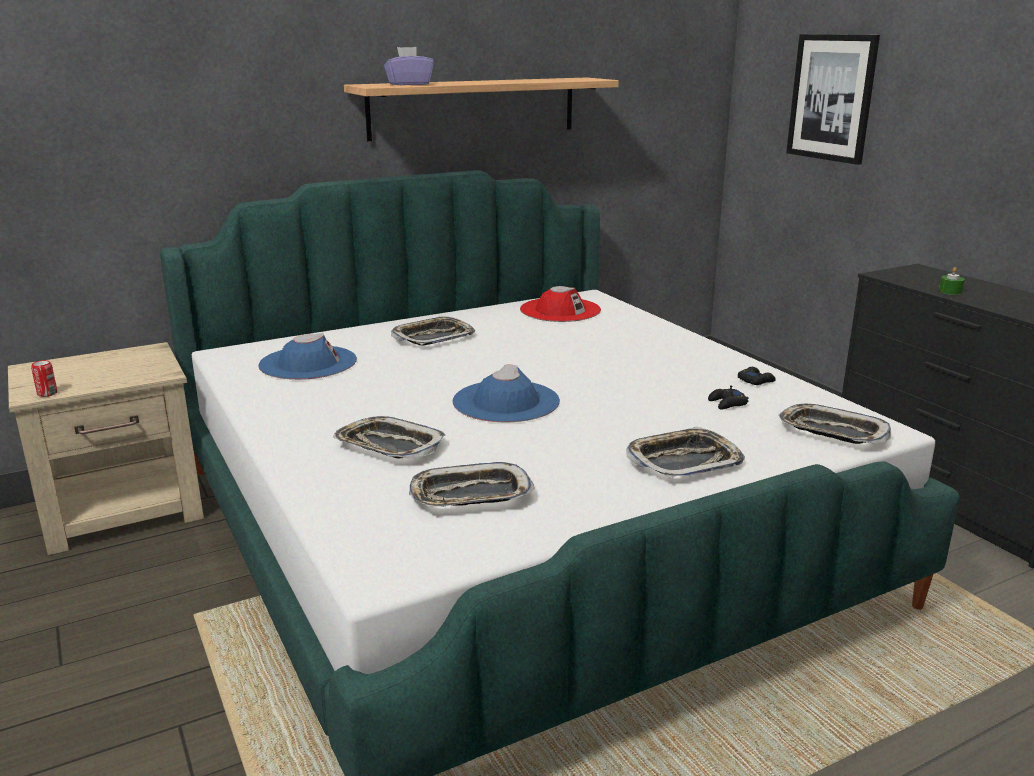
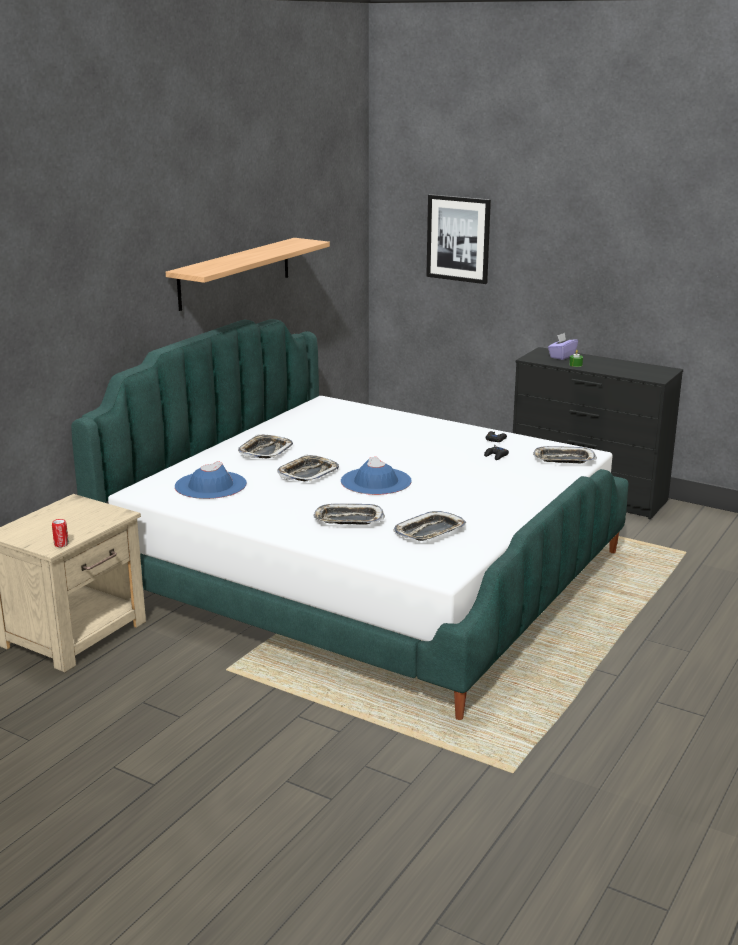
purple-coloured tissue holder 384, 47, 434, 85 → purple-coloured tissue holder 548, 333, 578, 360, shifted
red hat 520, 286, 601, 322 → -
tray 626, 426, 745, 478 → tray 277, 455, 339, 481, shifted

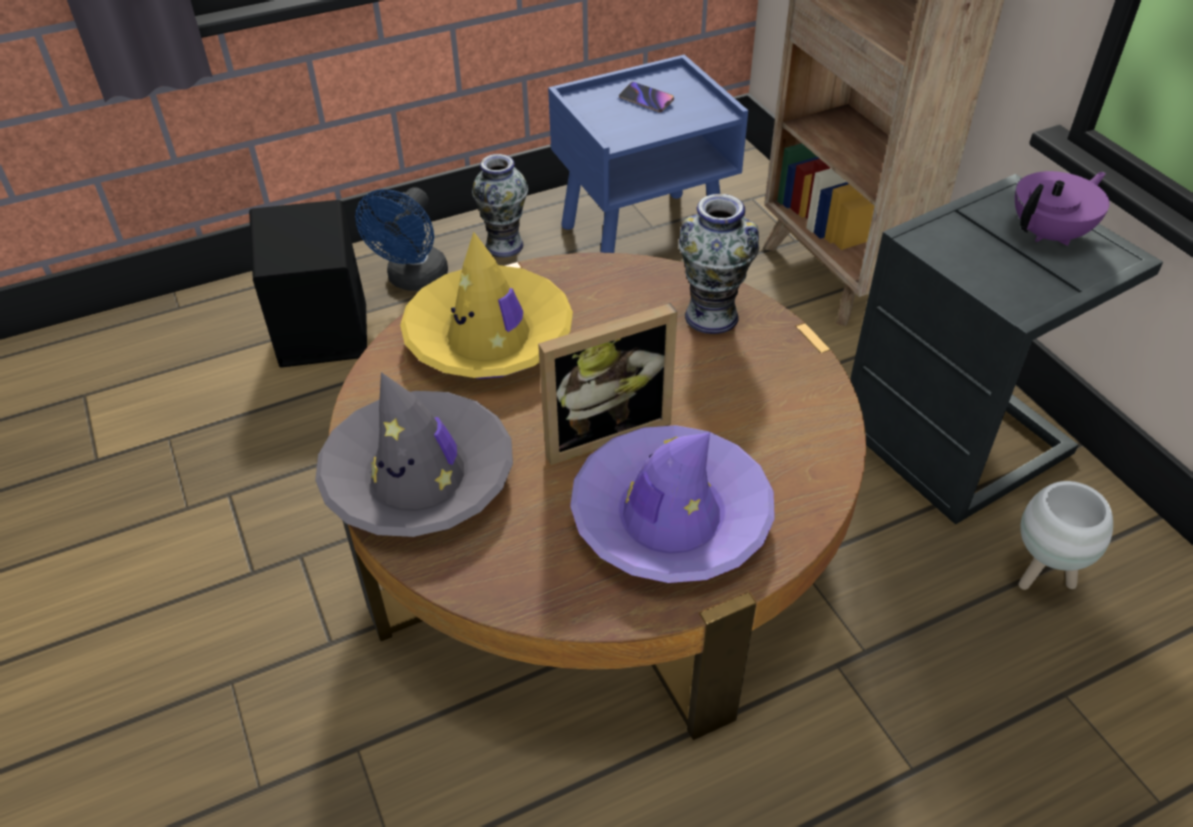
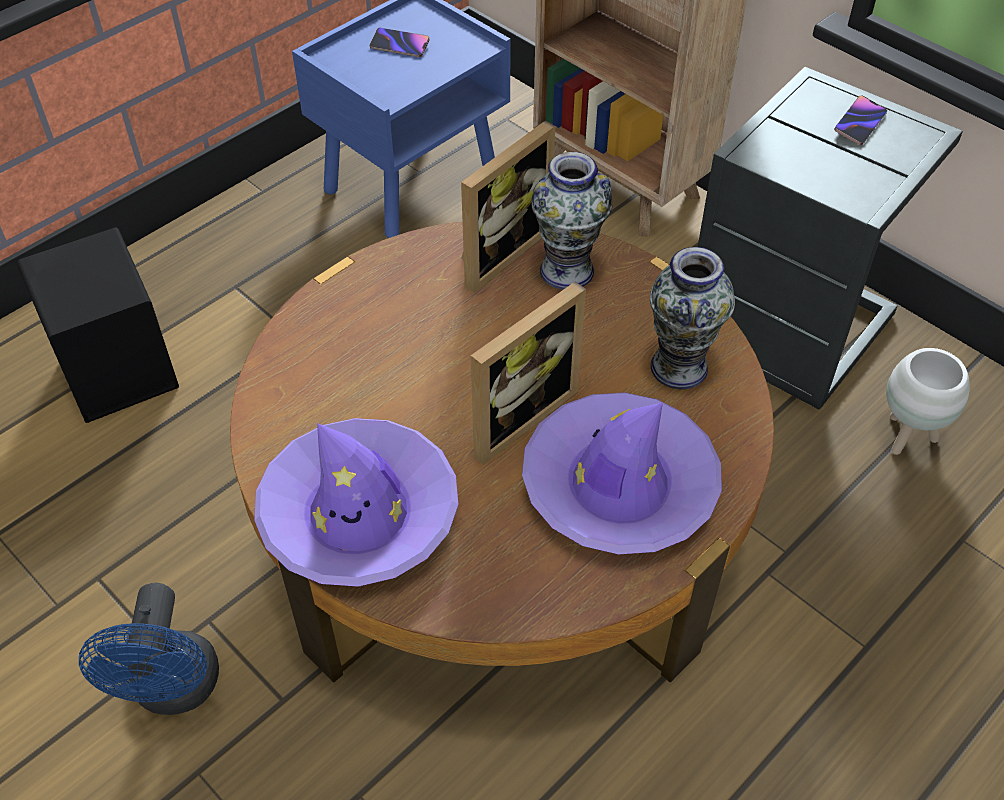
decorative vase 472, 154, 528, 257 → decorative vase 650, 247, 735, 389, shifted
purple-coloured teapot 1015, 171, 1110, 246 → handset 834, 96, 887, 146
blue fan 355, 187, 448, 291 → blue fan 79, 583, 219, 715, shifted
yellow-coloured hat 400, 232, 573, 379 → -
gray hat 315, 372, 513, 537 → purple-coloured hat 254, 418, 458, 587
- → standing frame 461, 121, 555, 293

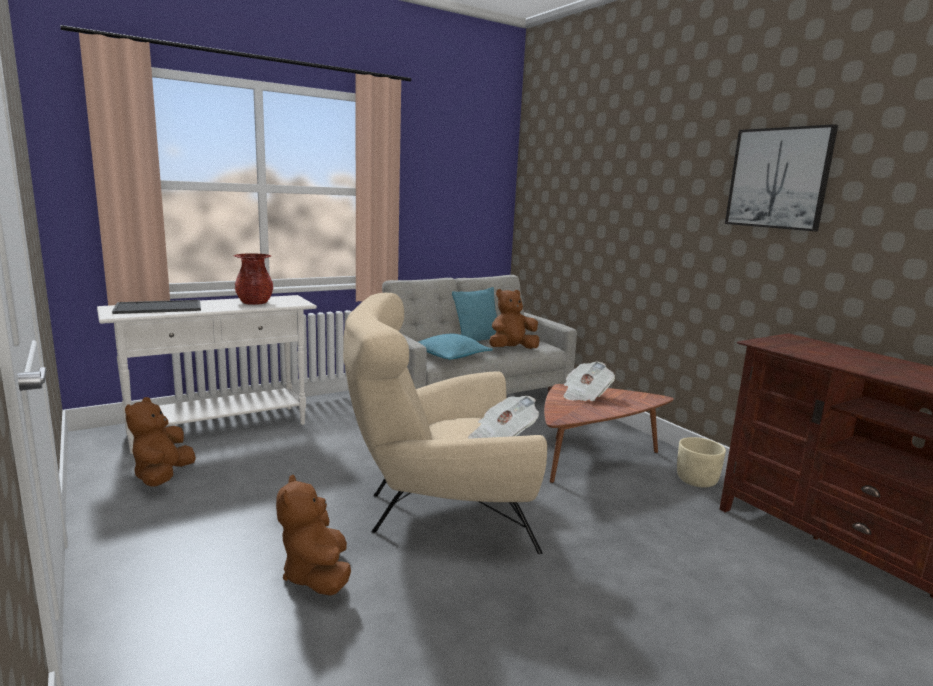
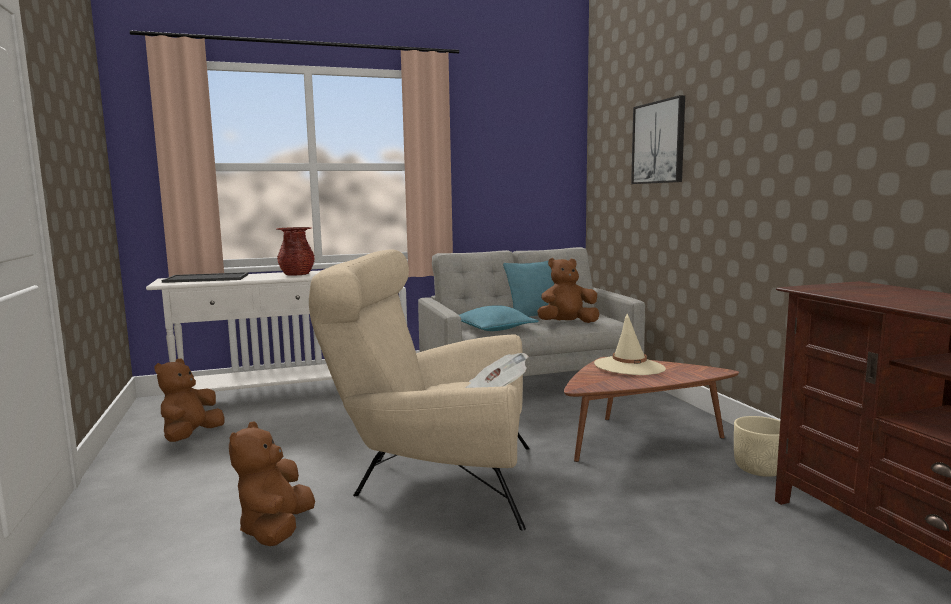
picture 725, 124, 838, 231 → picture 631, 95, 685, 184, shifted
printed paper 563, 362, 615, 401 → sand-coloured hat 594, 313, 666, 375

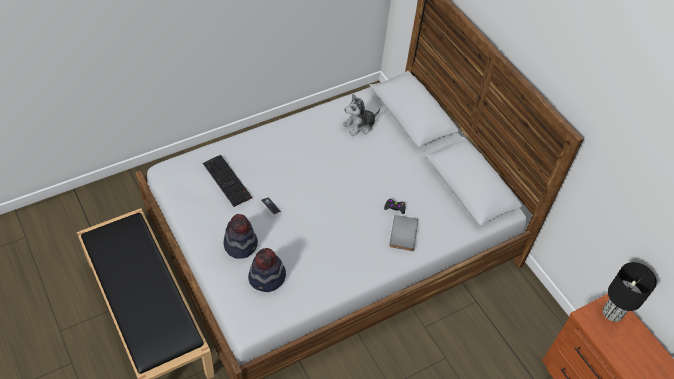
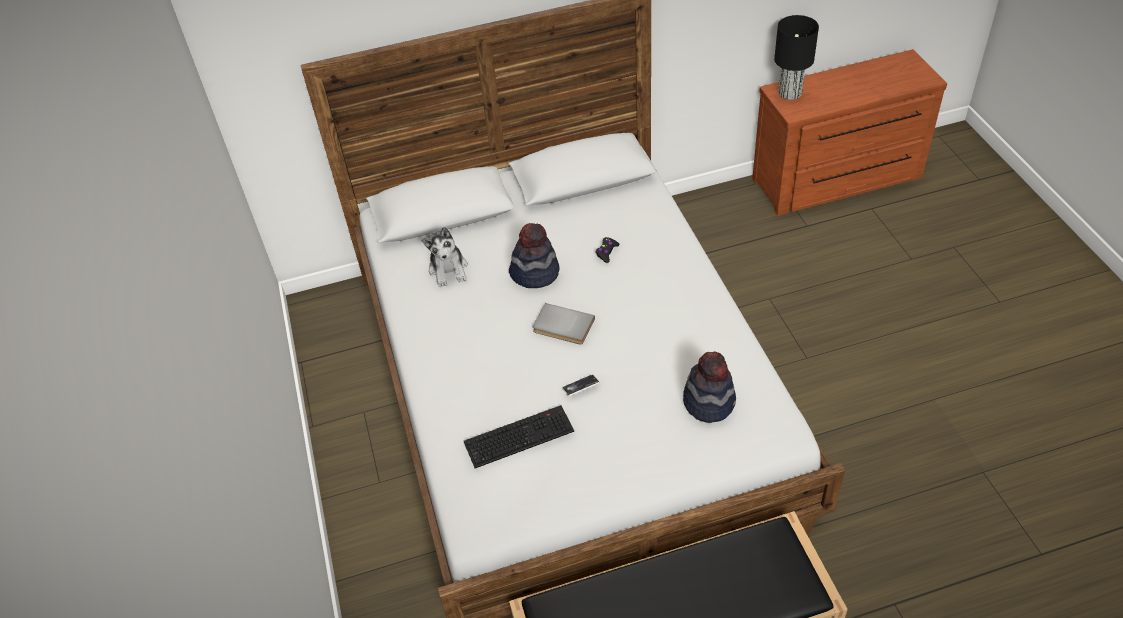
hat 223, 214, 258, 259 → hat 509, 223, 559, 288, shifted
gray volume 389, 215, 418, 251 → gray volume 533, 303, 595, 345, shifted

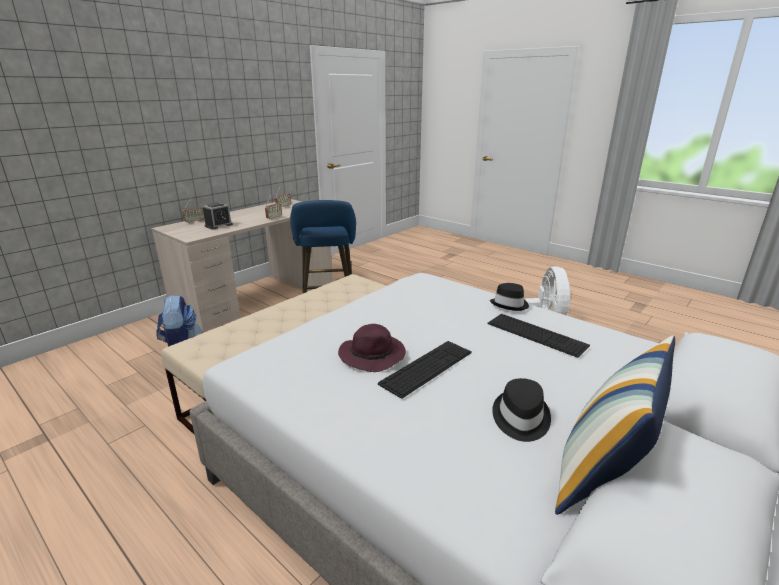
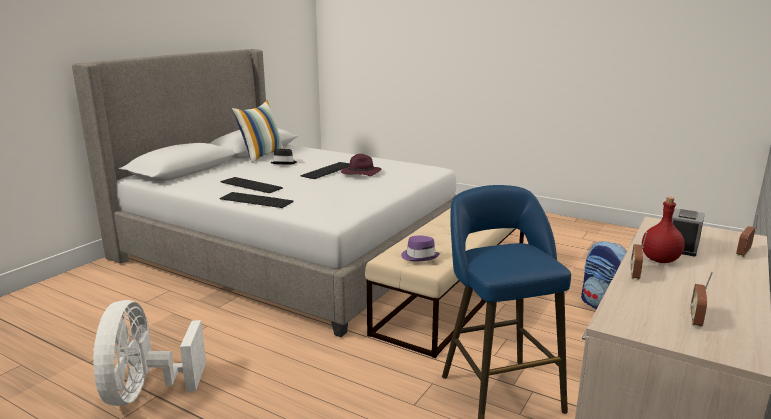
black hat 490, 283, 529, 311 → PC keyboard 220, 192, 294, 208
- → red bottle 642, 197, 685, 263
- → purple-coloured hat 401, 235, 440, 262

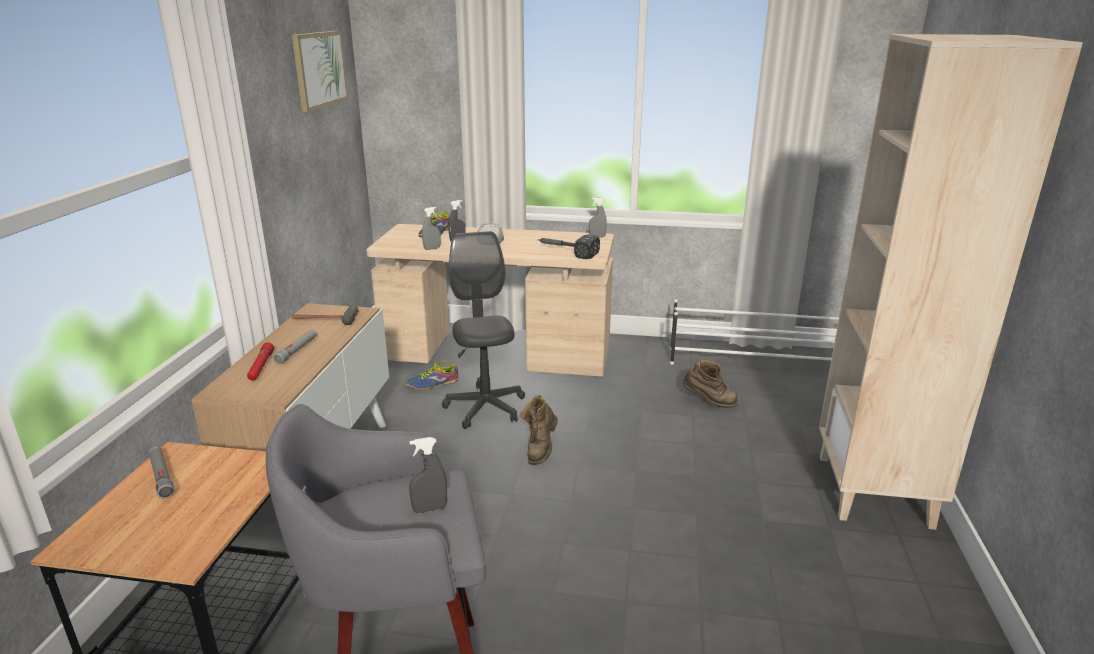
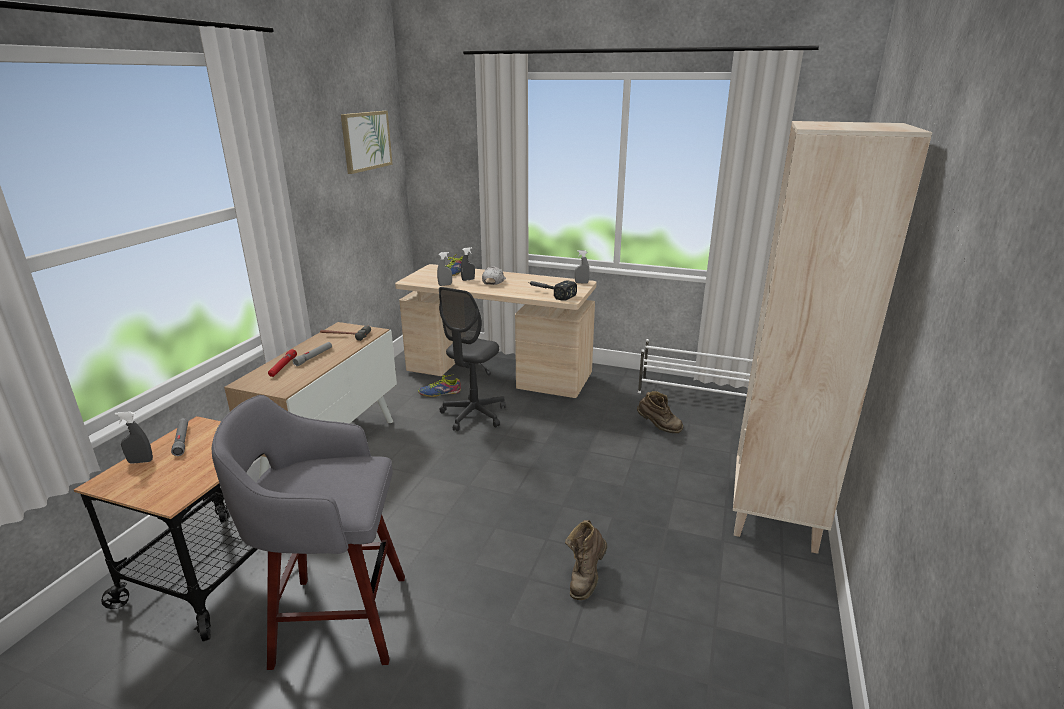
gray office chair 442, 231, 525, 429 → gray office chair 439, 287, 506, 431, 150 degrees counterclockwise
brownish boot 520, 395, 558, 465 → brownish boot 565, 520, 607, 600, shifted
gray spray bottle 409, 437, 447, 513 → gray spray bottle 114, 412, 153, 464, shifted

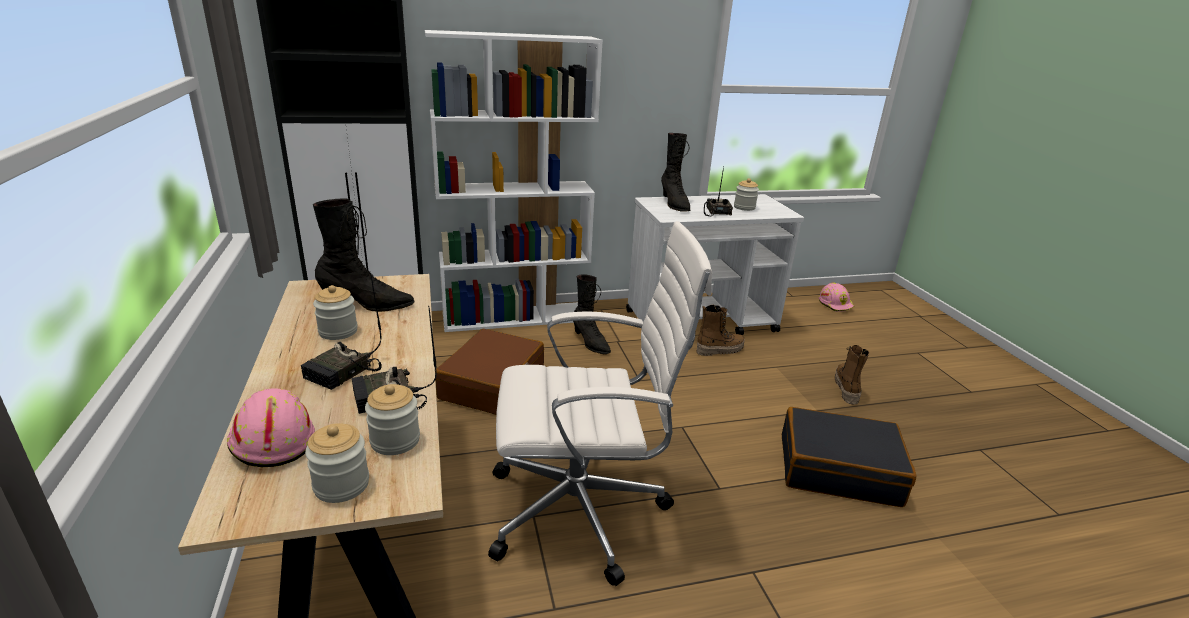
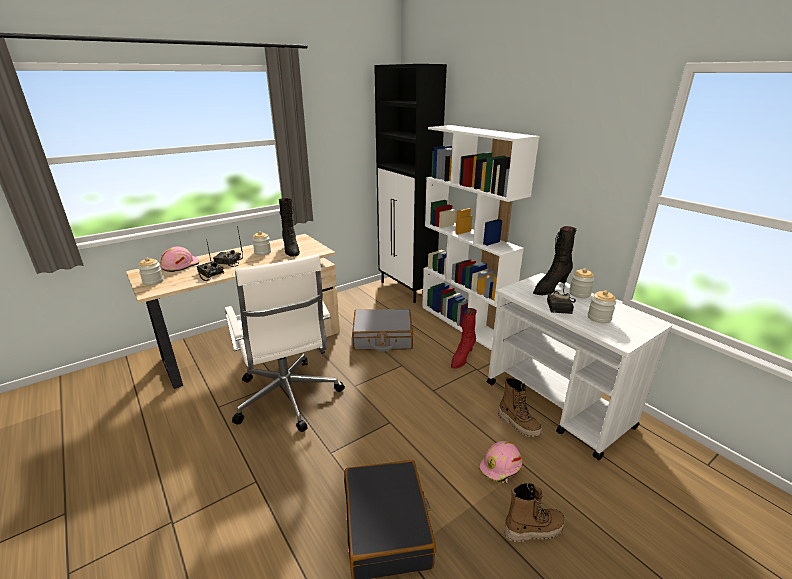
radio receiver 704, 167, 733, 216 → radio receiver 547, 254, 576, 314, 120 degrees clockwise
black boot 573, 274, 611, 354 → red boot 451, 308, 477, 369
pink-coloured work helmet 819, 283, 854, 312 → pink-coloured work helmet 479, 441, 522, 484, shifted
brownish travel case 435, 329, 544, 415 → gray travel case 352, 309, 413, 352
jar 365, 384, 420, 455 → jar 569, 269, 594, 298, shifted

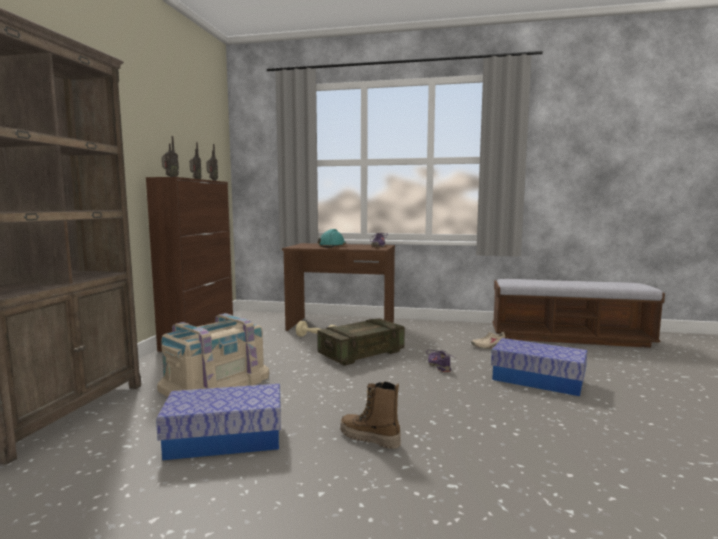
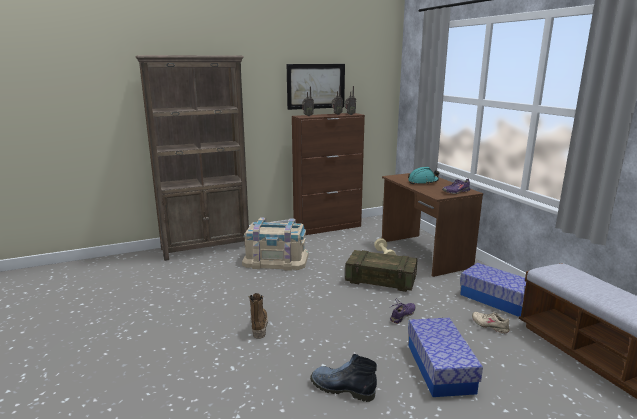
storage container 156, 384, 281, 460 → storage container 460, 263, 526, 317, shifted
- → picture 287, 64, 345, 110
- → boot 310, 354, 377, 402

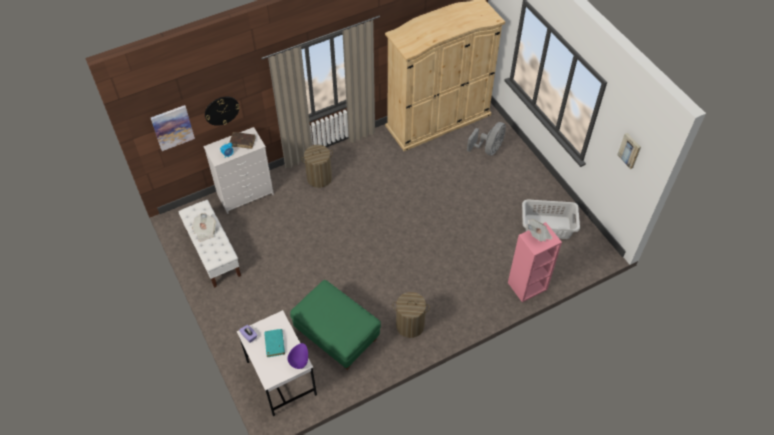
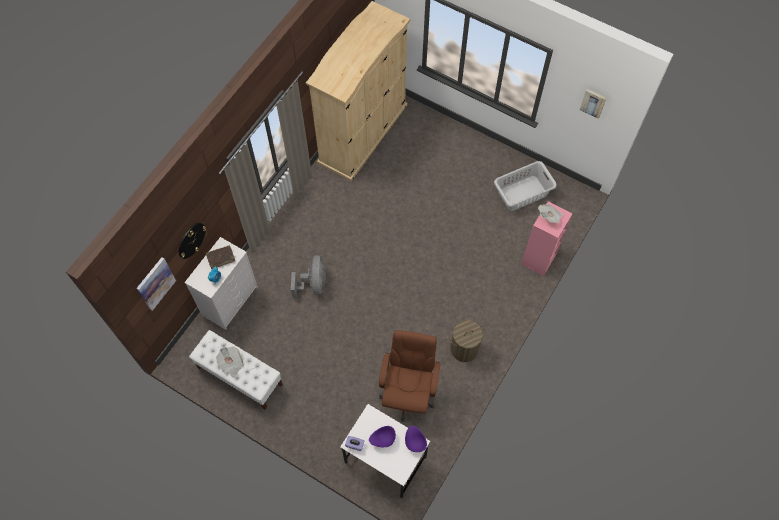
gray fan 467, 122, 506, 156 → gray fan 291, 255, 326, 298, shifted
laundry basket 301, 145, 333, 188 → -
green-coloured footrest 290, 280, 381, 370 → brownish office chair 379, 330, 441, 422
blue-green volume 264, 329, 285, 357 → purple-coloured bowl 369, 426, 396, 447

